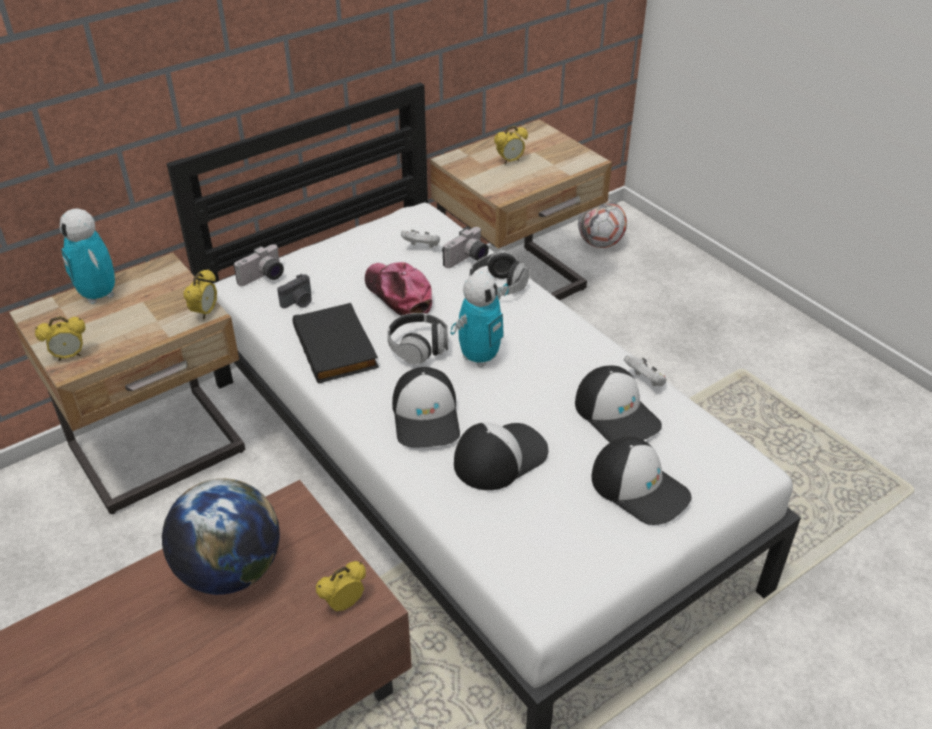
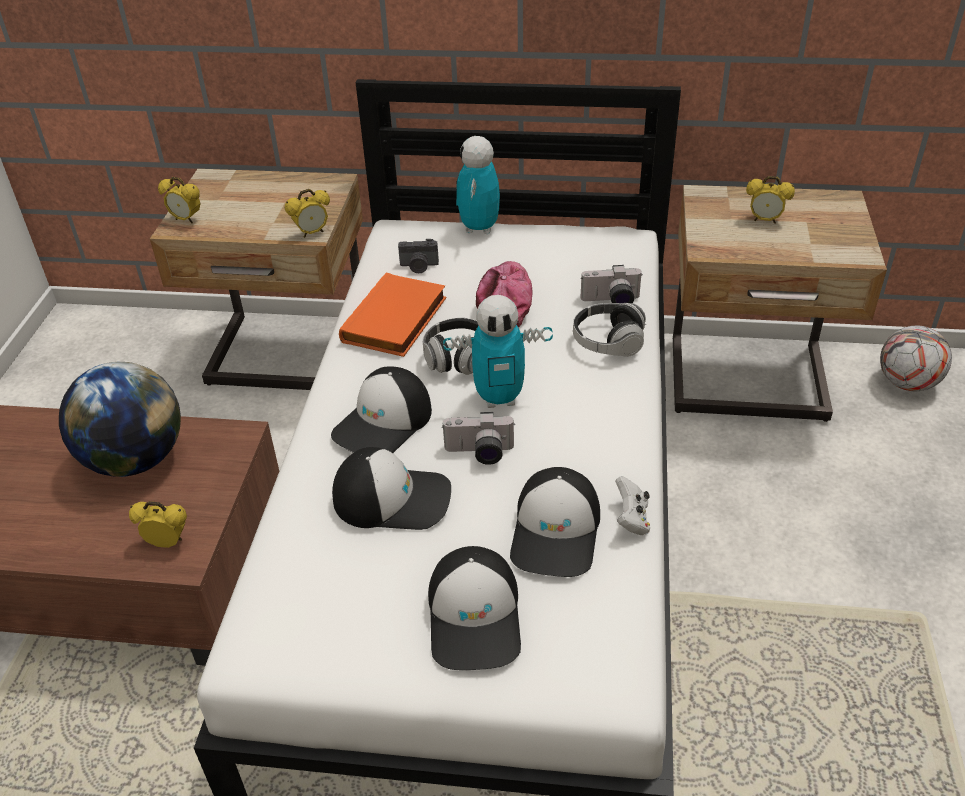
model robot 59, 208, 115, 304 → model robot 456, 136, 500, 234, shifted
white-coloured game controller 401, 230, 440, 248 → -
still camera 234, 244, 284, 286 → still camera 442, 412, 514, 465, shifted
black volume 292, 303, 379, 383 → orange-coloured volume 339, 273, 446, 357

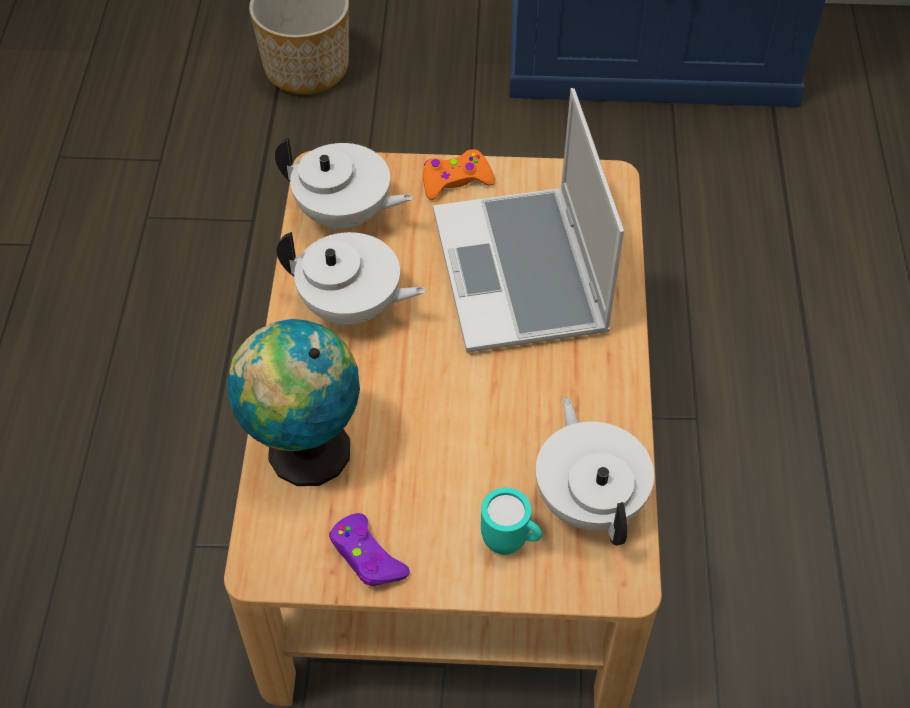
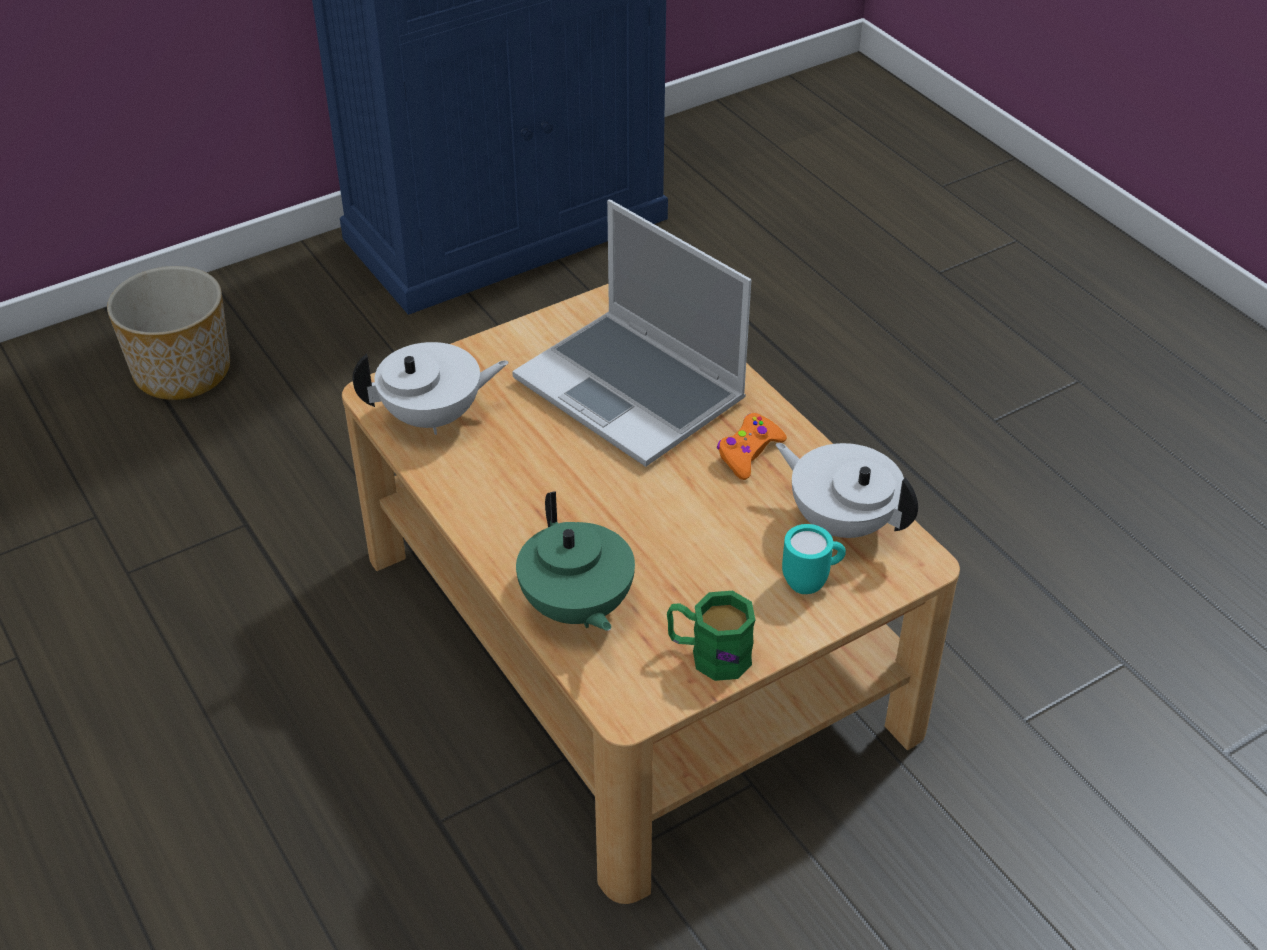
orange-coloured game controller 423, 149, 495, 200 → orange-coloured game controller 717, 413, 787, 480, shifted
white-coloured teapot 277, 232, 426, 327 → -
desk globe 227, 319, 360, 486 → green-coloured teapot 516, 491, 635, 631
purple-coloured game controller 329, 513, 410, 586 → green-coloured coffee mug 667, 591, 756, 681

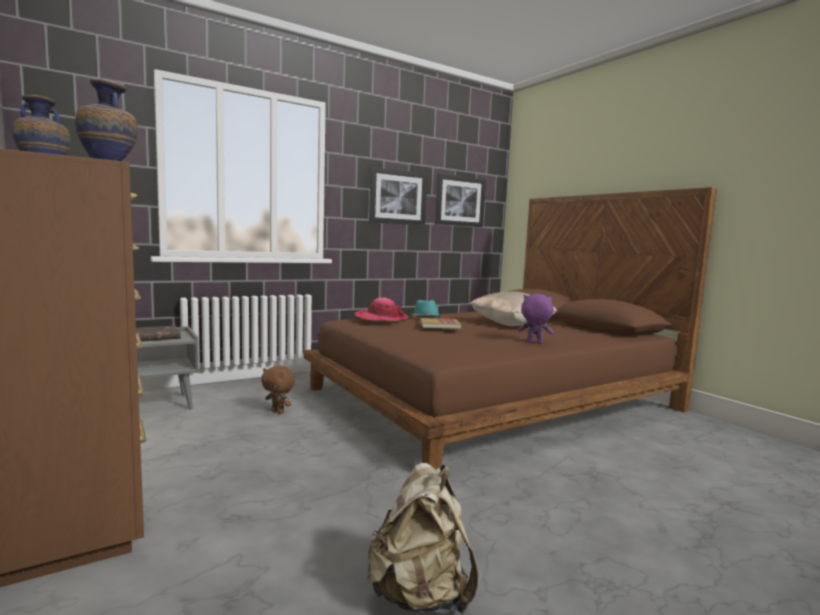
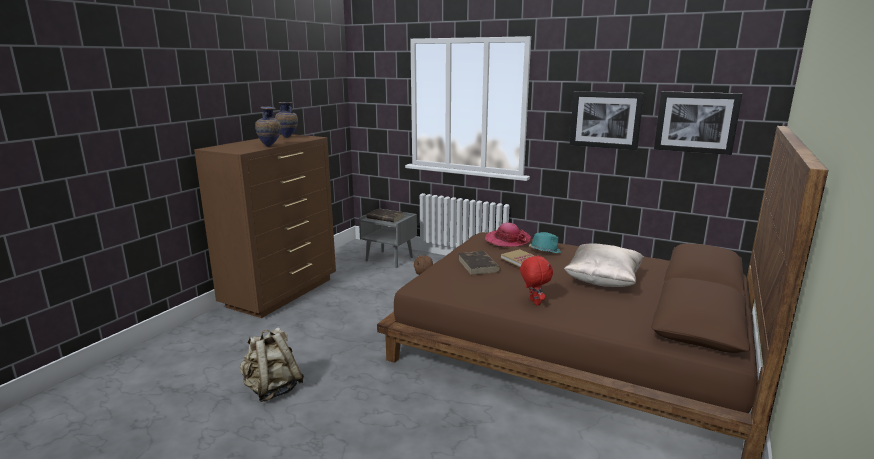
purple-coloured cuddly toy 518, 294, 554, 344 → red cuddly toy 520, 255, 553, 305
- → brownish volume 458, 251, 501, 275

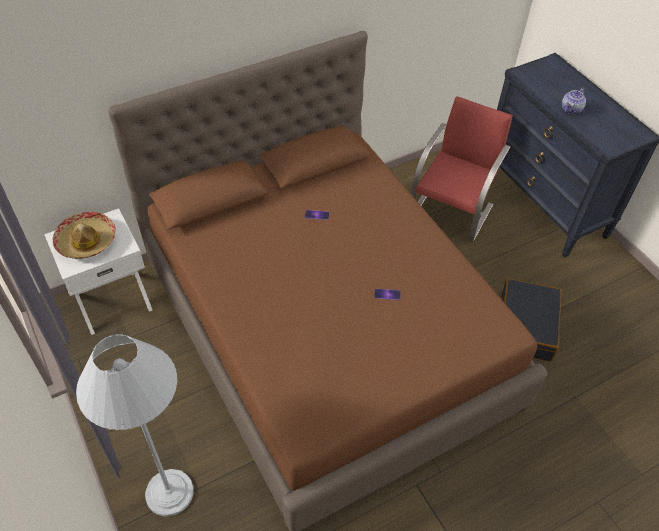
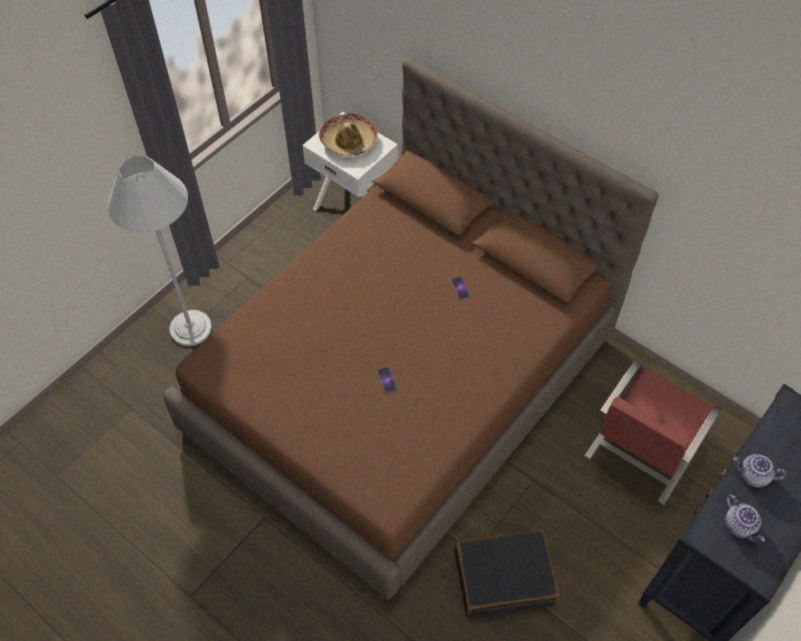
red upright chair 411, 96, 513, 242 → red upright chair 584, 361, 722, 505, 120 degrees clockwise
- → teapot 725, 495, 765, 542

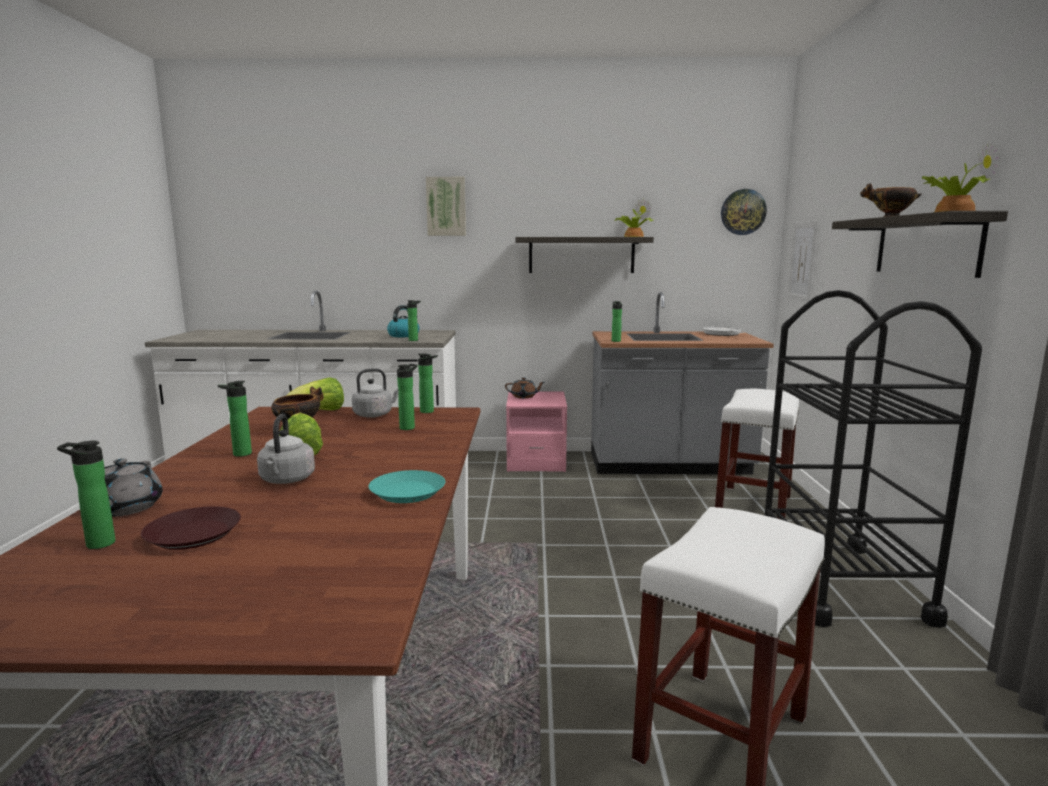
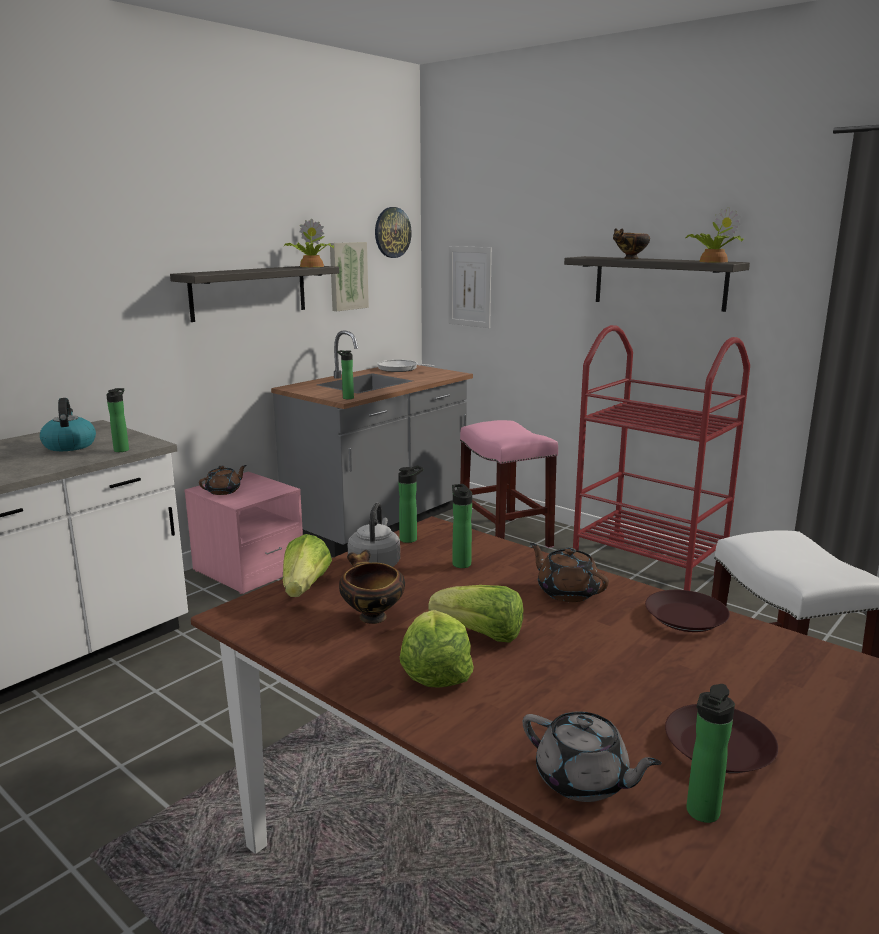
picture 426, 177, 466, 236 → picture 330, 242, 369, 311, shifted
black wheeled cart 765, 290, 982, 628 → red wheeled cart 573, 325, 750, 591
bottle 218, 381, 252, 457 → lettuce 400, 610, 474, 688
white-coloured stool 715, 389, 799, 520 → pink-coloured stool 460, 420, 558, 548
gray tea kettle 257, 414, 315, 484 → -
blue-green plate 369, 470, 445, 503 → brownish plate 645, 590, 730, 632
- → brownish teapot 530, 543, 609, 602

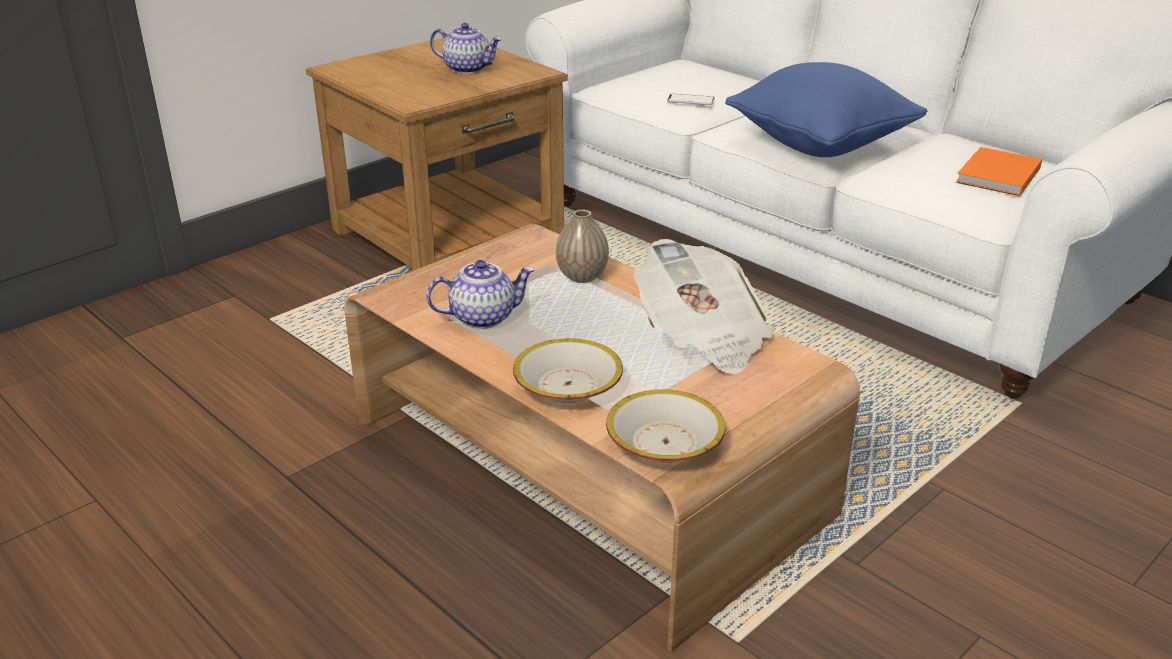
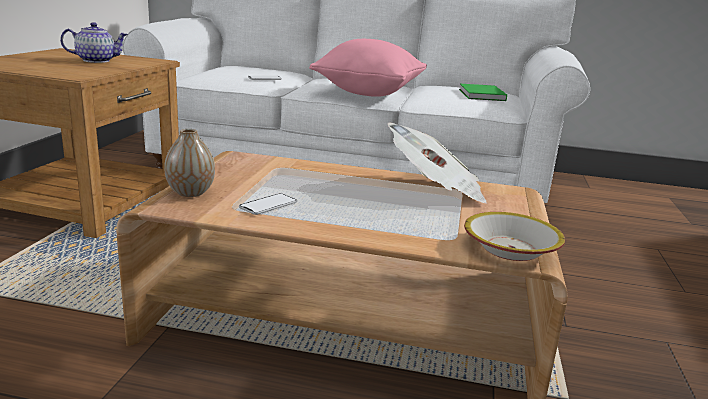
blue pillow 725, 62, 927, 157 → pink-coloured pillow 309, 39, 427, 97
orange-coloured volume 956, 147, 1042, 196 → green-coloured volume 459, 84, 507, 101
decorative vase 556, 209, 609, 283 → decorative vase 164, 129, 215, 197, shifted
teapot 426, 260, 535, 329 → handset 239, 193, 297, 215
bowl 513, 338, 623, 403 → -

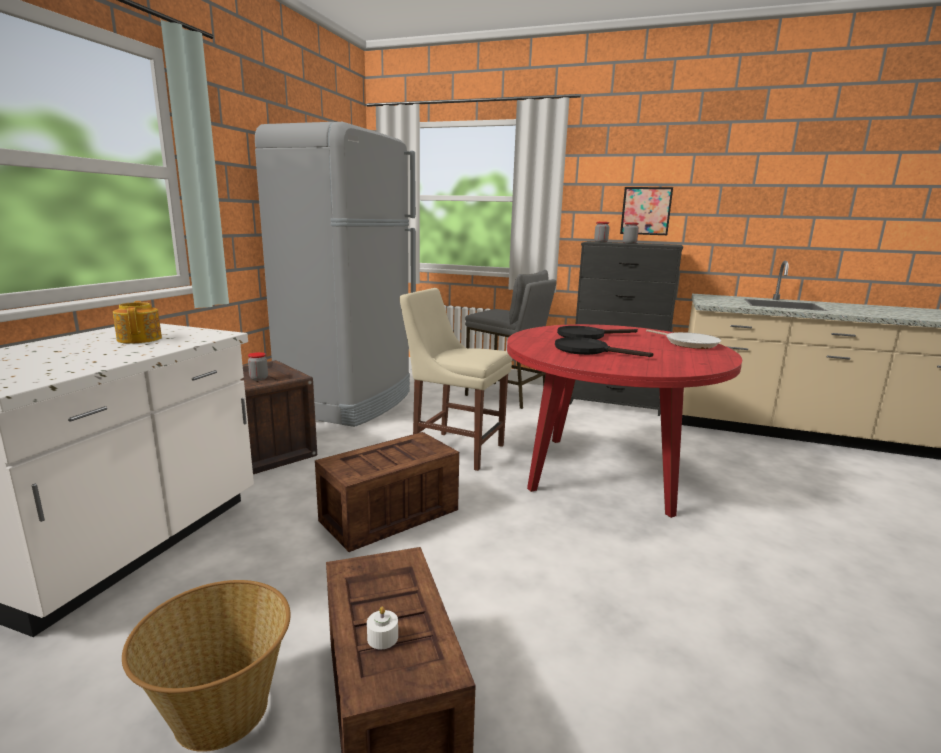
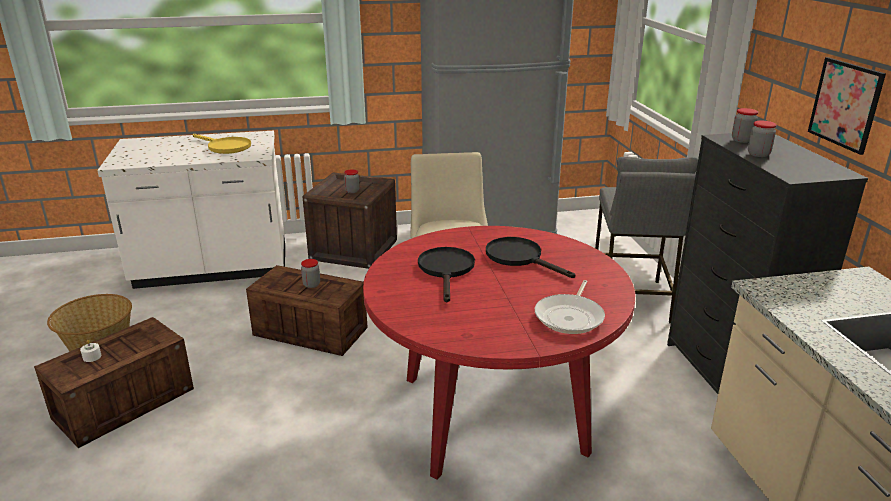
teapot 113, 301, 162, 343 → yellow-coloured pan 193, 134, 251, 154
- → jar 301, 259, 320, 288

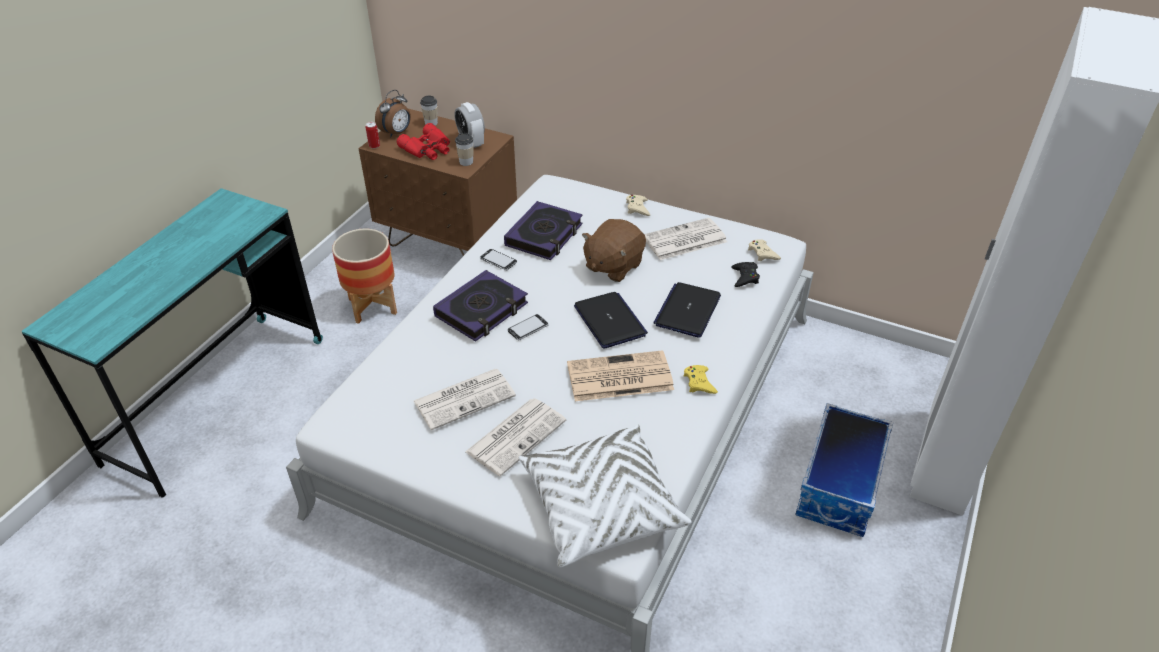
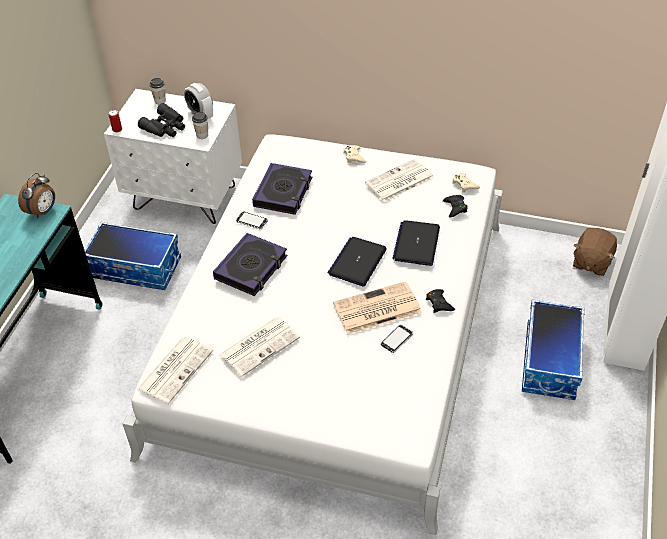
bedside clock 375, 90, 411, 137 → bedside clock 18, 173, 55, 218, shifted
brownish bedside table 358, 109, 517, 256 → white-coloured bedside table 104, 89, 242, 224
red field glasses 397, 123, 450, 160 → black field glasses 138, 103, 185, 137
brownish cuddly toy 582, 219, 646, 282 → brownish cuddly toy 573, 228, 617, 276, shifted
flower pot 332, 229, 397, 324 → storage container 85, 222, 181, 290
notebook computer 574, 292, 648, 349 → notebook computer 328, 237, 387, 286, 120 degrees counterclockwise
handset 508, 314, 549, 340 → handset 381, 325, 413, 353, shifted
yellow-coloured game controller 683, 365, 718, 394 → black game controller 426, 289, 455, 313
printed paper 465, 398, 566, 476 → printed paper 137, 337, 213, 404, shifted
white-coloured pillow 519, 425, 691, 567 → -

